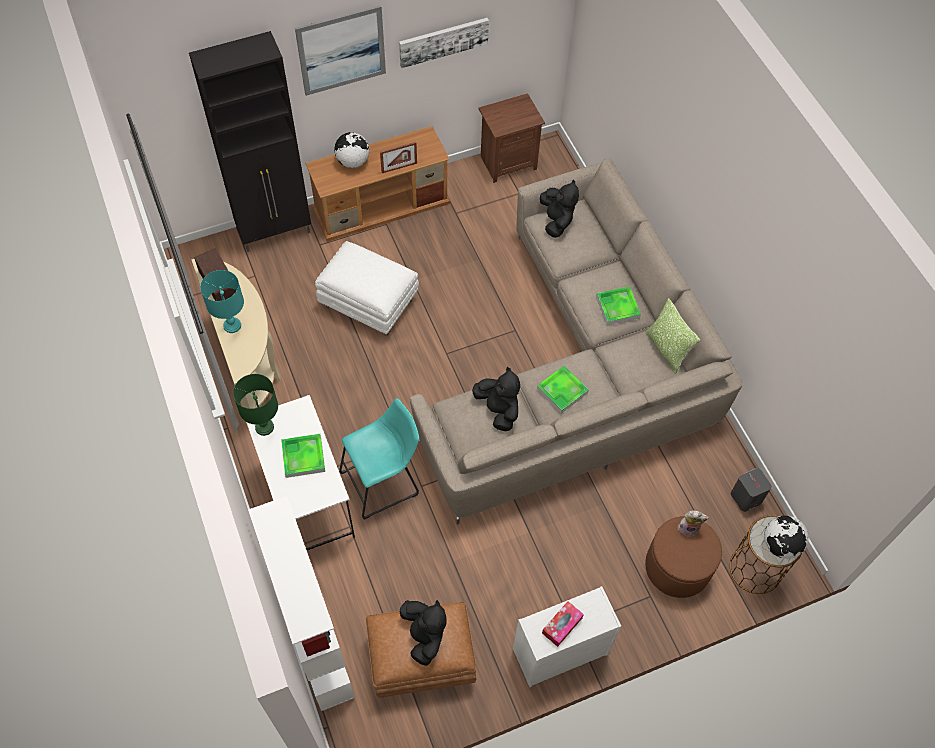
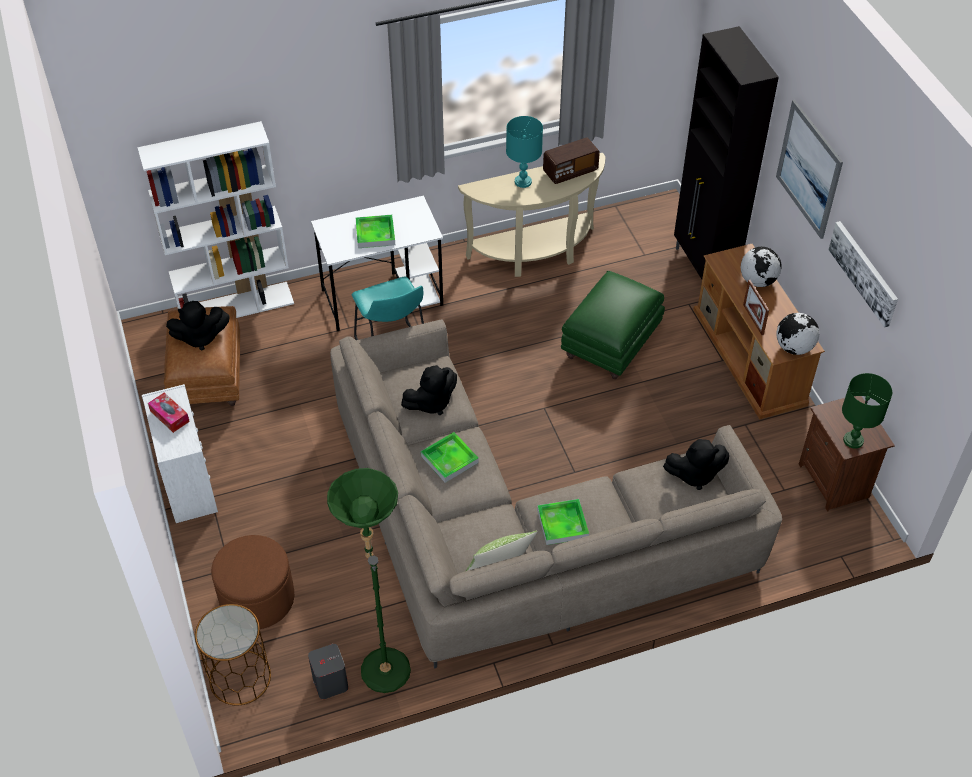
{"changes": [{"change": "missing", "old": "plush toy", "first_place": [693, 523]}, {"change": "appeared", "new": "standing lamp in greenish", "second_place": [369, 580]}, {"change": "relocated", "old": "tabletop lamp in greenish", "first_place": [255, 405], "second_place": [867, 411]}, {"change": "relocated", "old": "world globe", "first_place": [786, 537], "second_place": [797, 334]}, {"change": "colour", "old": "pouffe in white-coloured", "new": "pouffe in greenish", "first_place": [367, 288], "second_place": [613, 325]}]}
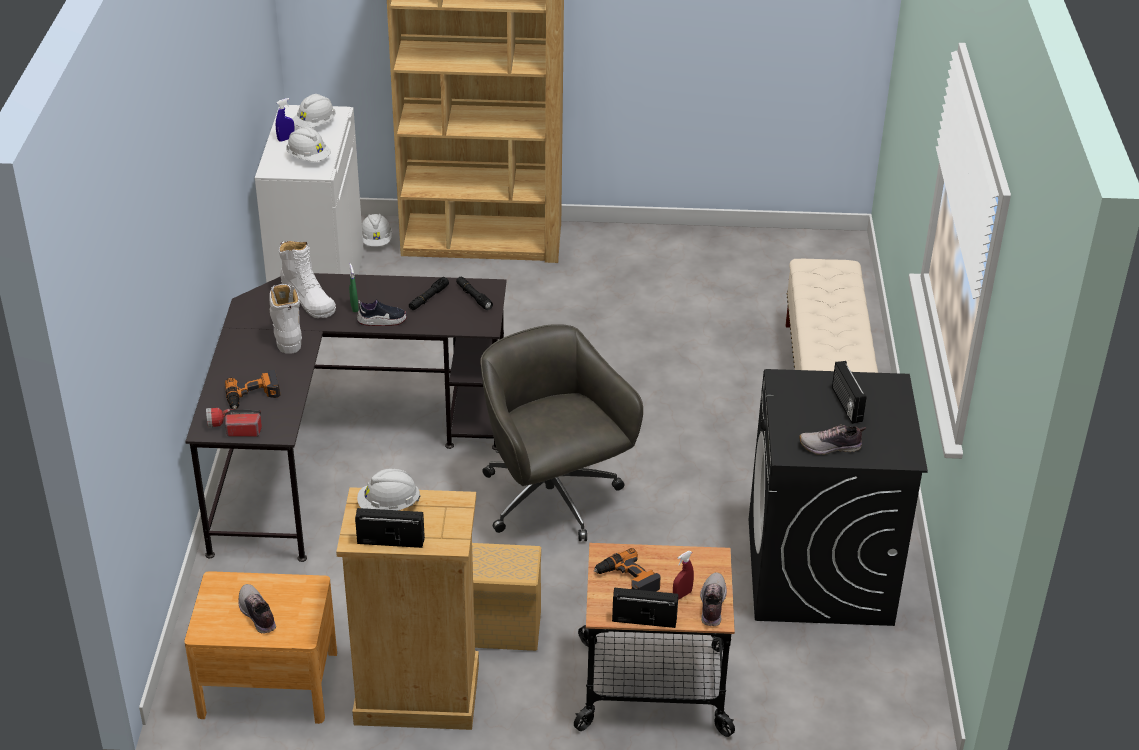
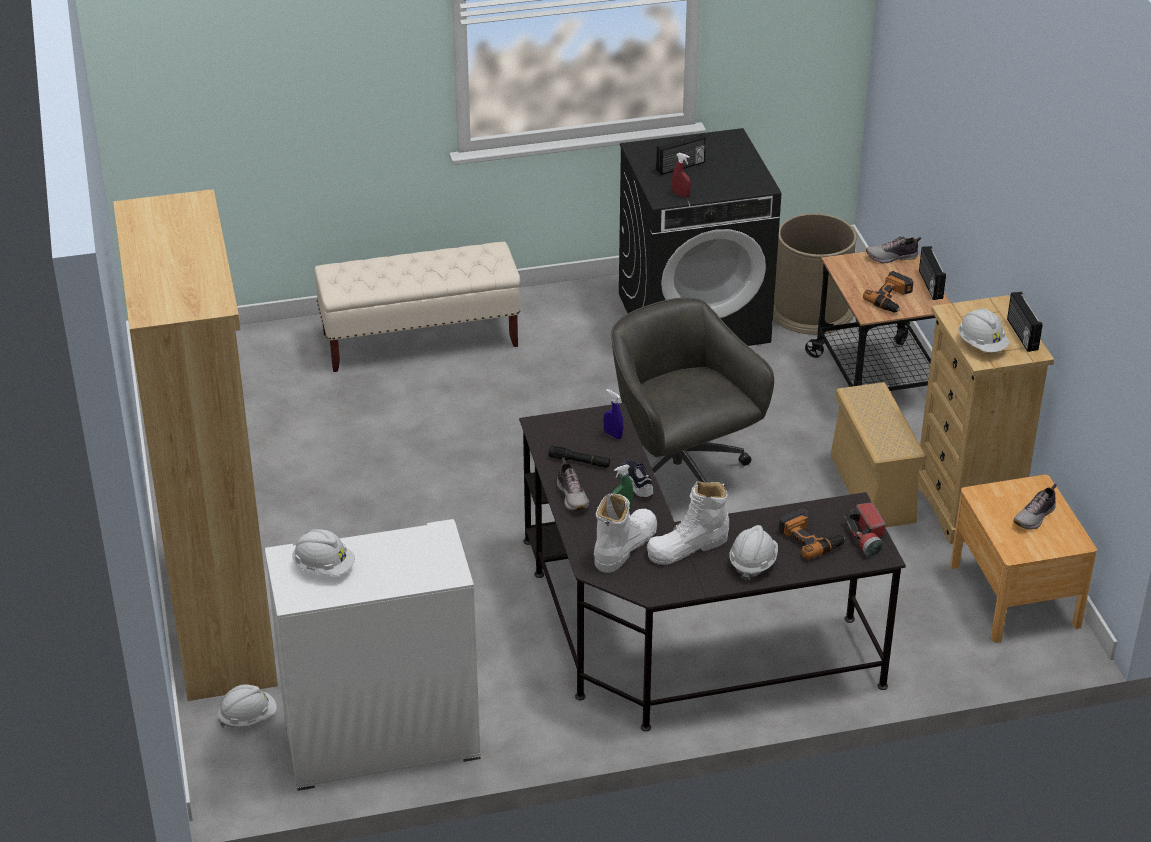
{"changes": [{"change": "missing", "old": "hand torch in black-coloured", "first_place": [474, 293]}, {"change": "appeared", "new": "waste bin in brown-coloured", "second_place": [815, 274]}, {"change": "relocated", "old": "sprayer in blue-coloured", "first_place": [285, 120], "second_place": [613, 414]}, {"change": "relocated", "old": "safety helmet in white-coloured", "first_place": [308, 144], "second_place": [753, 552]}, {"change": "relocated", "old": "sprayer in red-coloured", "first_place": [683, 575], "second_place": [681, 175]}, {"change": "relocated", "old": "low shoe", "first_place": [832, 439], "second_place": [573, 484]}, {"change": "spun", "old": "office chair in greyish", "first_place": [561, 432], "second_place": [692, 390], "degrees": 105}]}
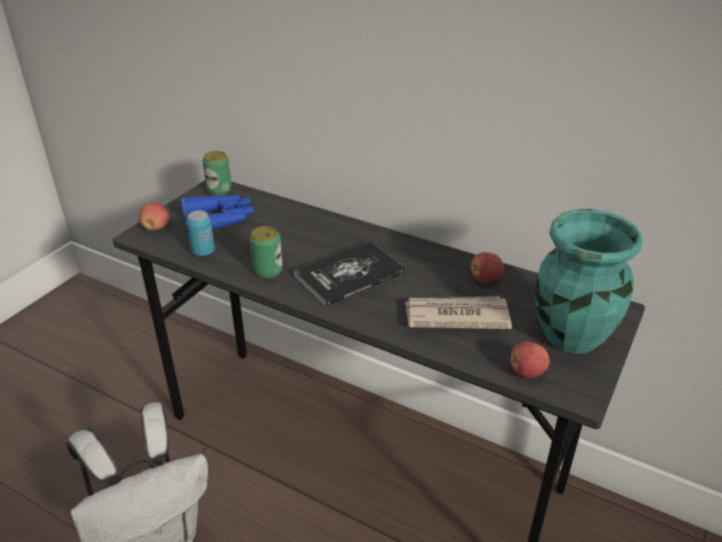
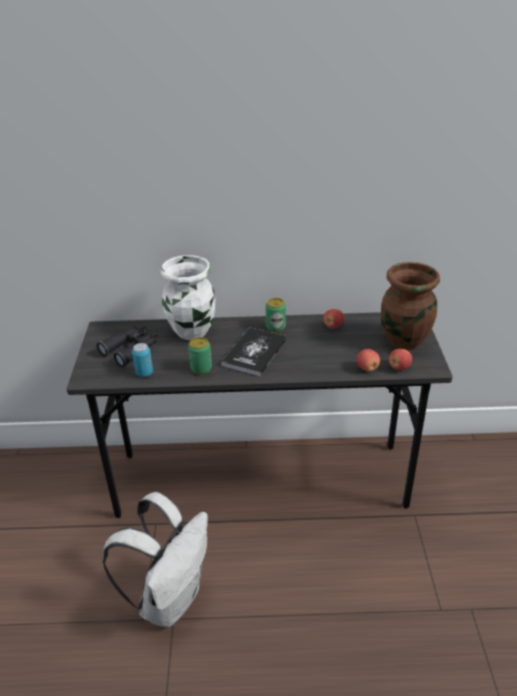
{"changes": [{"change": "missing", "old": "newspaper", "first_place": [458, 312]}, {"change": "appeared", "new": "flower vase in white-coloured", "second_place": [187, 297]}, {"change": "relocated", "old": "apple", "first_place": [154, 216], "second_place": [368, 360]}, {"change": "relocated", "old": "can", "first_place": [217, 173], "second_place": [276, 315]}, {"change": "colour", "old": "binoculars in blue-coloured", "new": "binoculars in black-coloured", "first_place": [217, 215], "second_place": [127, 346]}, {"change": "colour", "old": "flower vase in turquoise-coloured", "new": "flower vase in brown-coloured", "first_place": [588, 281], "second_place": [410, 306]}]}
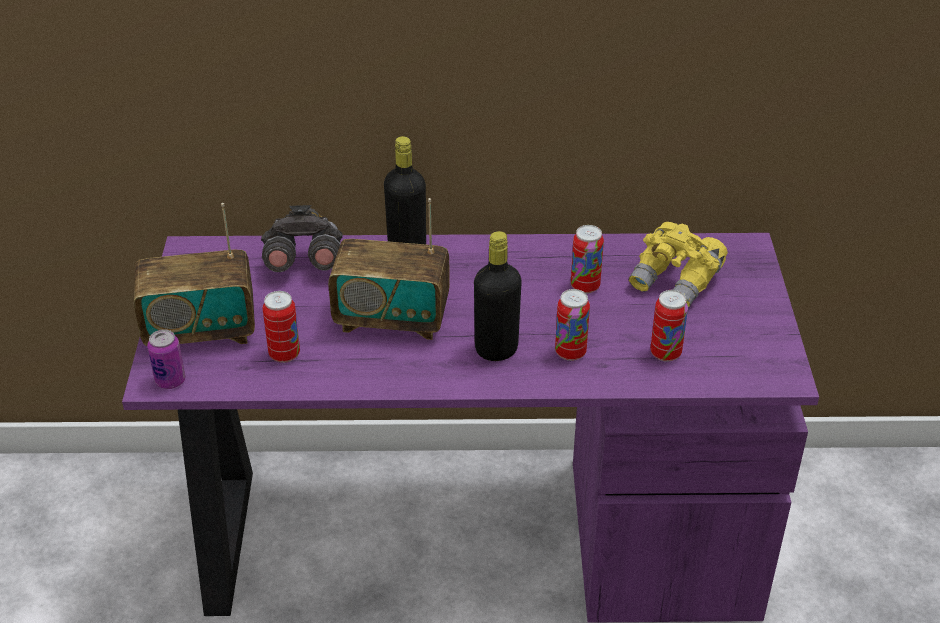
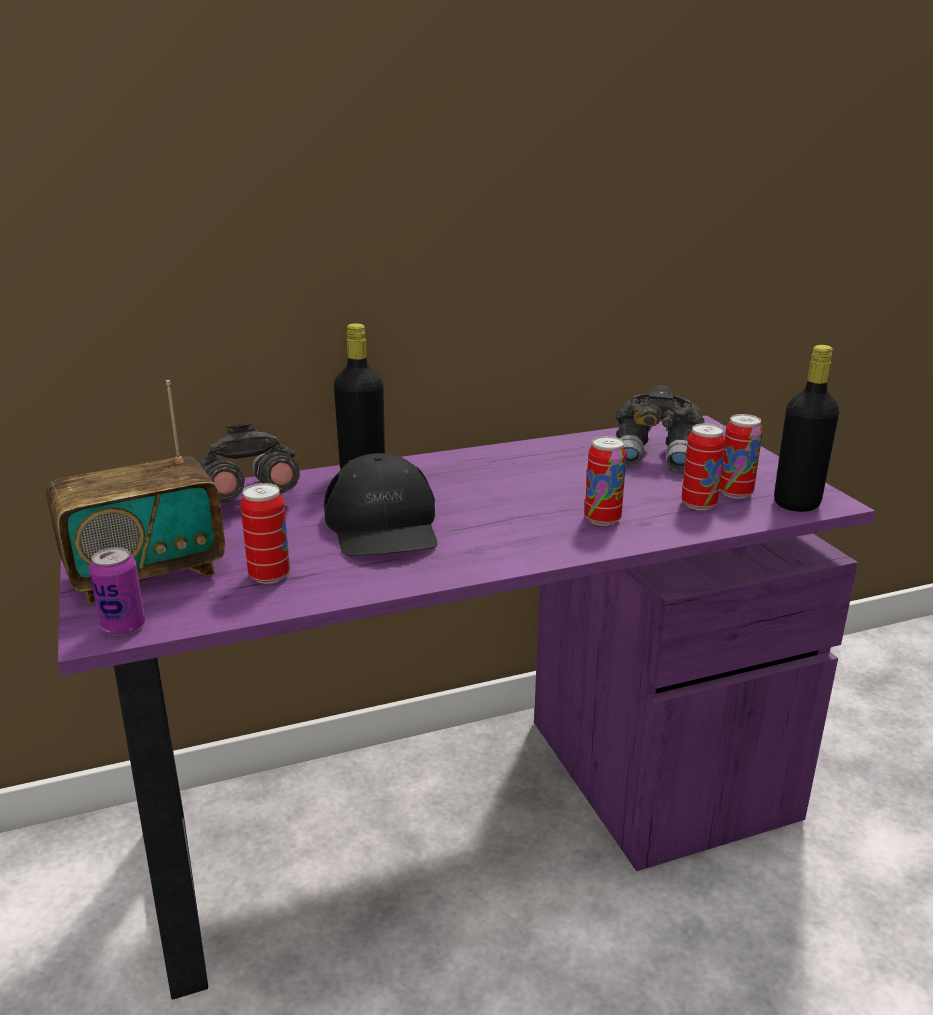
{"changes": [{"change": "relocated", "old": "drink bottle in black-coloured", "first_place": [498, 296], "second_place": [806, 428]}, {"change": "relocated", "old": "can", "first_place": [587, 259], "second_place": [741, 456]}, {"change": "exchanged", "old": "radio set", "new": "cap in black-coloured", "first_place": [389, 269], "second_place": [381, 504]}, {"change": "colour", "old": "binoculars in yellow", "new": "binoculars in greyish", "first_place": [678, 265], "second_place": [660, 428]}]}
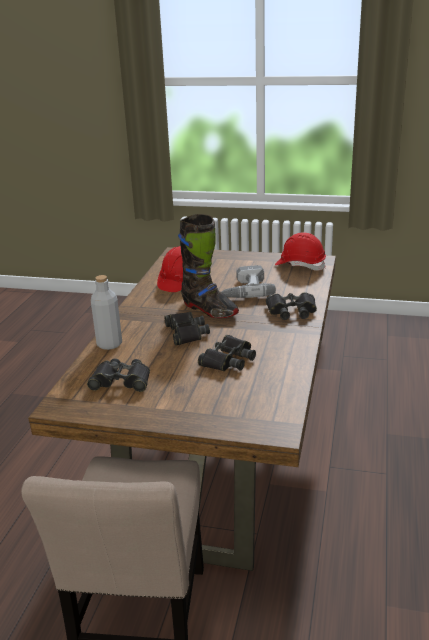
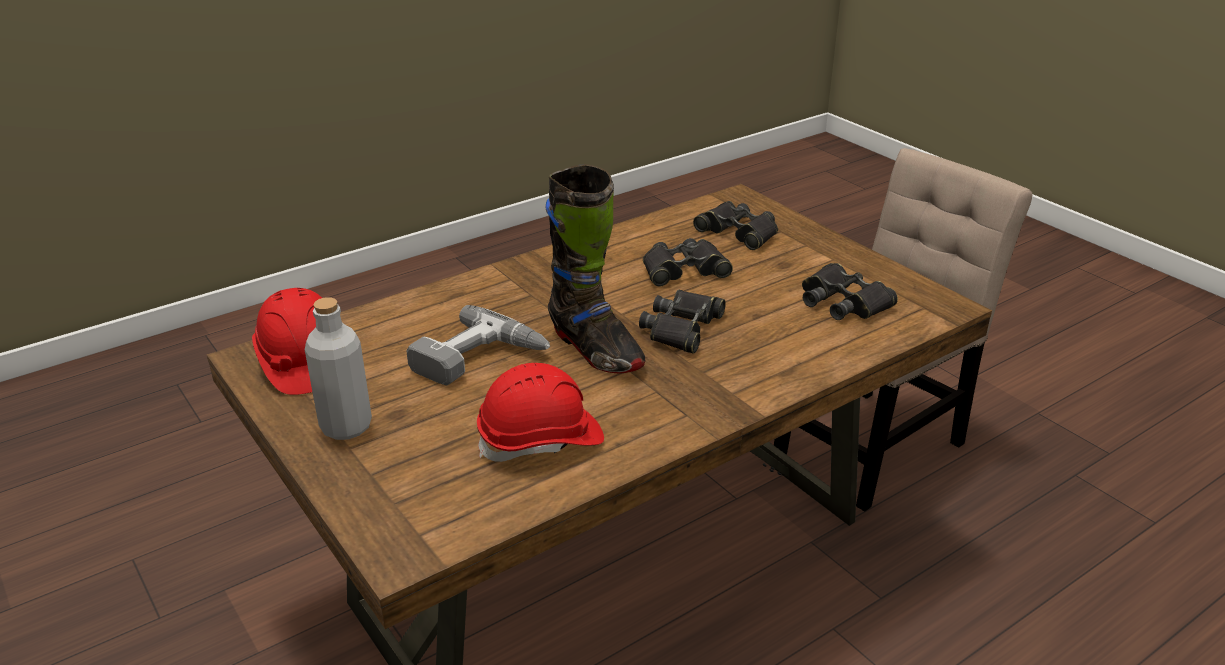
{"changes": [{"change": "relocated", "old": "drink bottle in greyish", "first_place": [106, 312], "second_place": [338, 368]}, {"change": "relocated", "old": "binoculars in black-coloured", "first_place": [291, 306], "second_place": [735, 225]}, {"change": "spun", "old": "high-top boot in black-coloured", "first_place": [208, 266], "second_place": [595, 269], "degrees": 150}]}
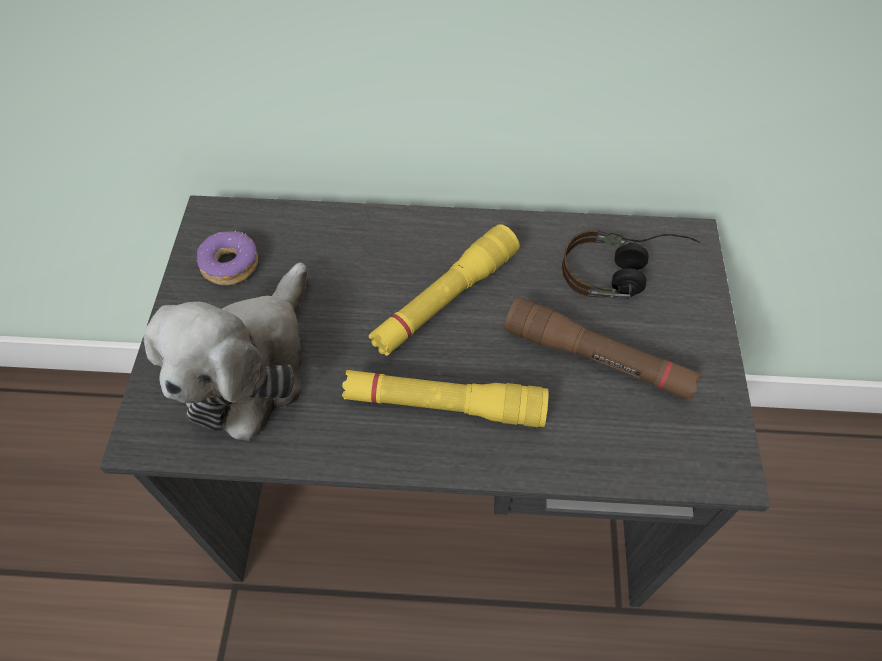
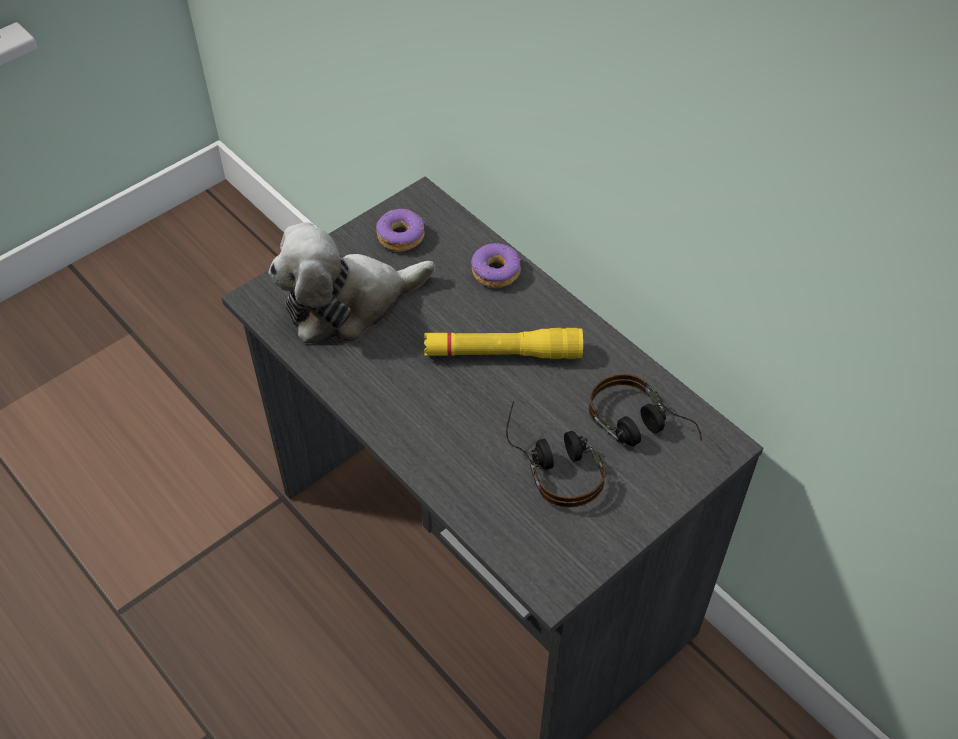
{"changes": [{"change": "missing", "old": "hand torch in yellow", "first_place": [445, 398]}, {"change": "appeared", "new": "ring doughnut", "second_place": [496, 265]}, {"change": "exchanged", "old": "hand torch in brown-coloured", "new": "pair of headphones", "first_place": [603, 348], "second_place": [556, 454]}]}
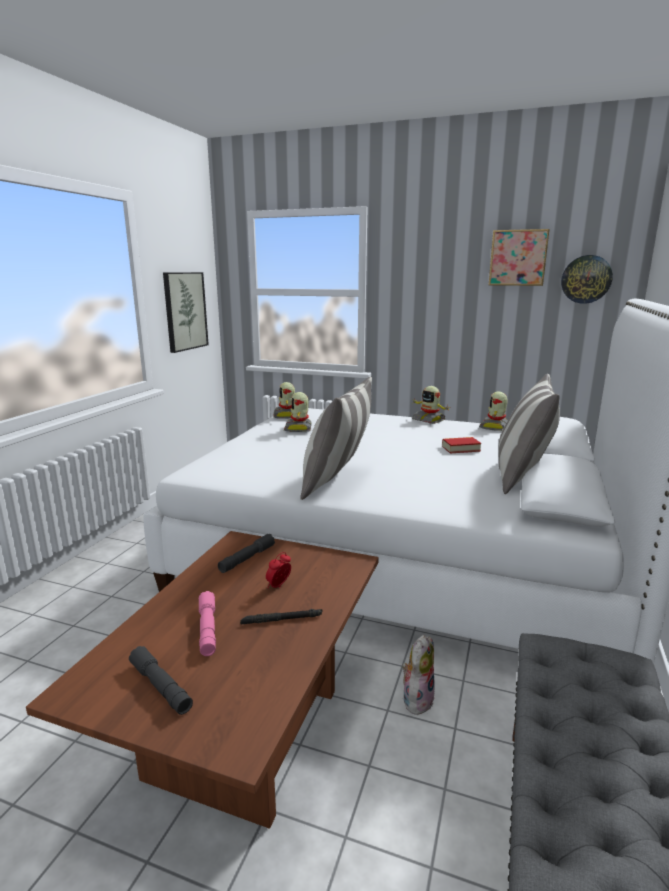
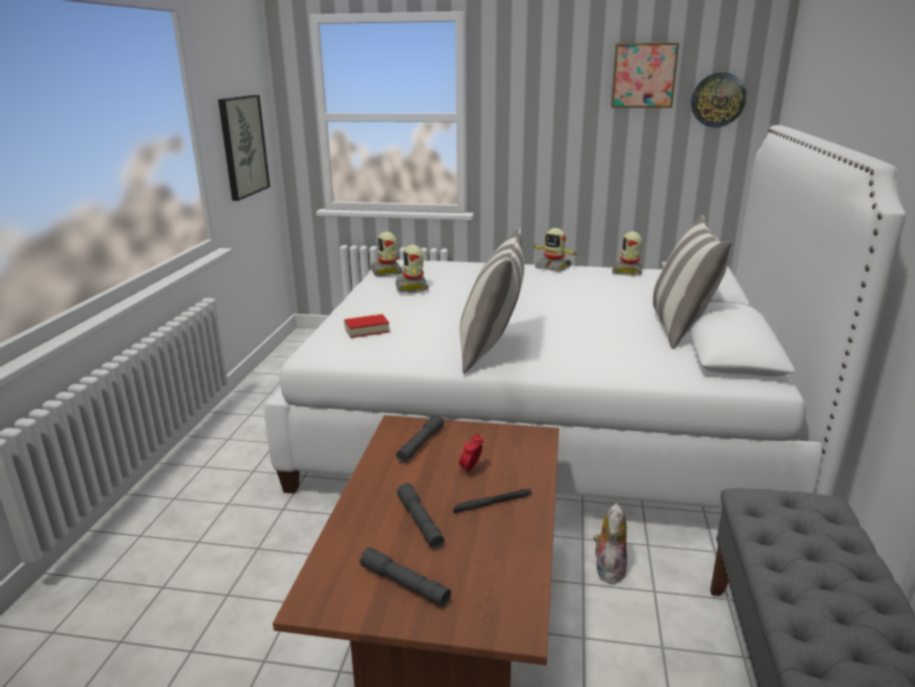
{"changes": [{"change": "relocated", "old": "bound book", "first_place": [461, 445], "second_place": [367, 326]}, {"change": "colour", "old": "hand torch in pink", "new": "hand torch in greyish", "first_place": [207, 623], "second_place": [420, 516]}]}
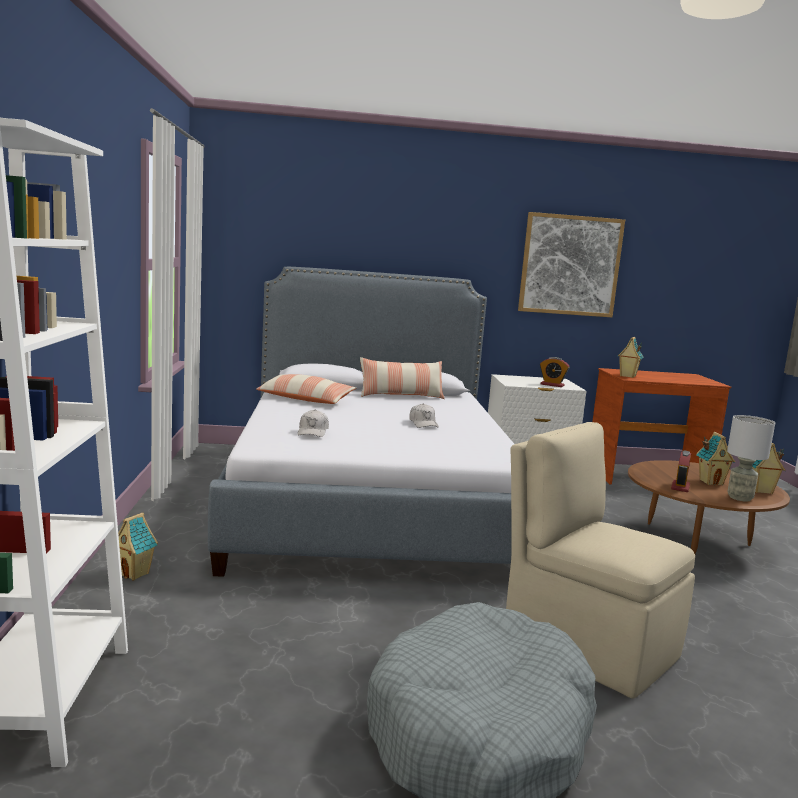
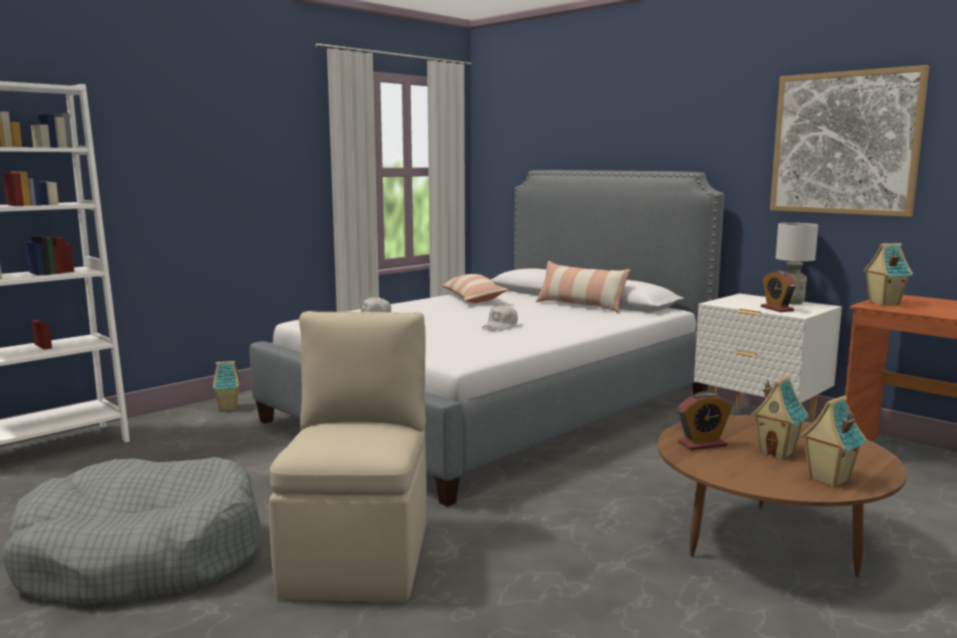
{"changes": [{"change": "relocated", "old": "tabletop lamp in greyish", "first_place": [751, 458], "second_place": [797, 264]}]}
